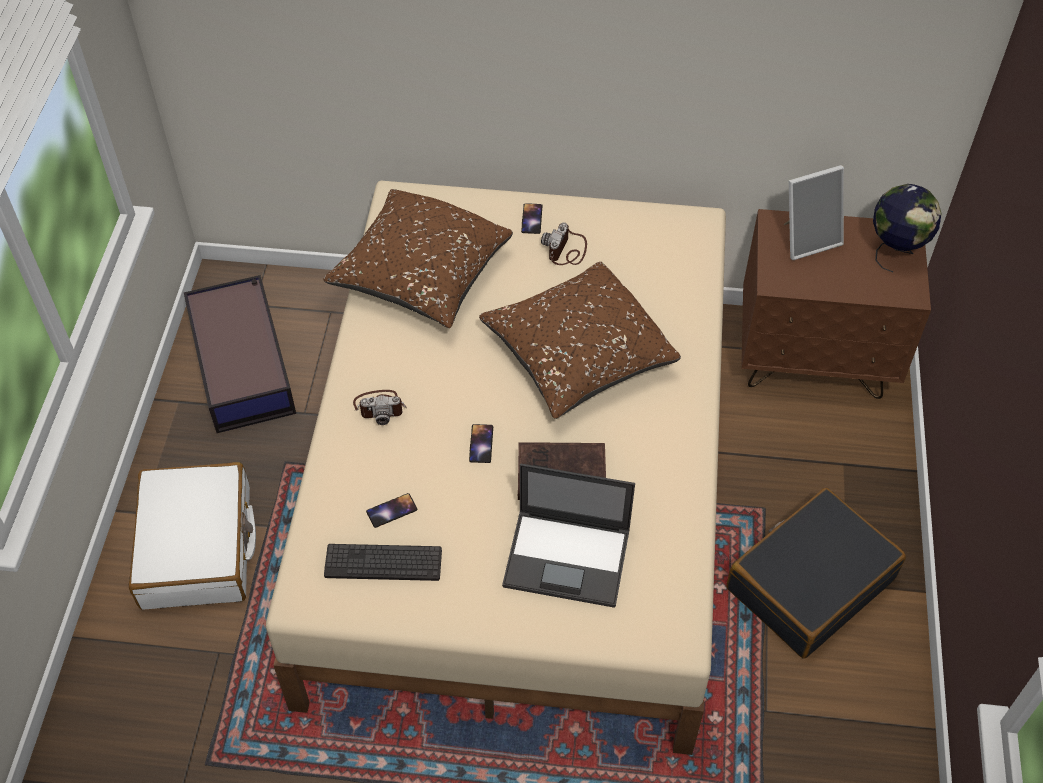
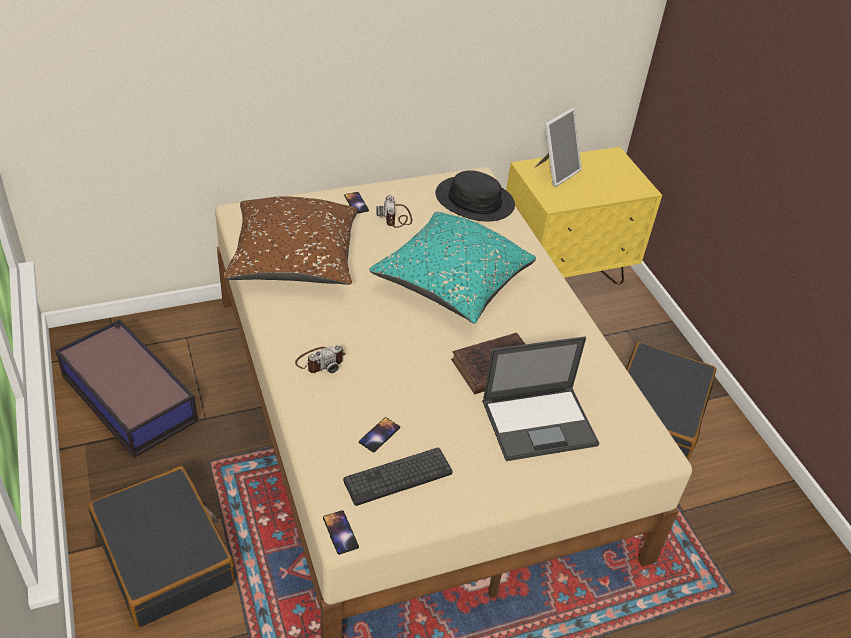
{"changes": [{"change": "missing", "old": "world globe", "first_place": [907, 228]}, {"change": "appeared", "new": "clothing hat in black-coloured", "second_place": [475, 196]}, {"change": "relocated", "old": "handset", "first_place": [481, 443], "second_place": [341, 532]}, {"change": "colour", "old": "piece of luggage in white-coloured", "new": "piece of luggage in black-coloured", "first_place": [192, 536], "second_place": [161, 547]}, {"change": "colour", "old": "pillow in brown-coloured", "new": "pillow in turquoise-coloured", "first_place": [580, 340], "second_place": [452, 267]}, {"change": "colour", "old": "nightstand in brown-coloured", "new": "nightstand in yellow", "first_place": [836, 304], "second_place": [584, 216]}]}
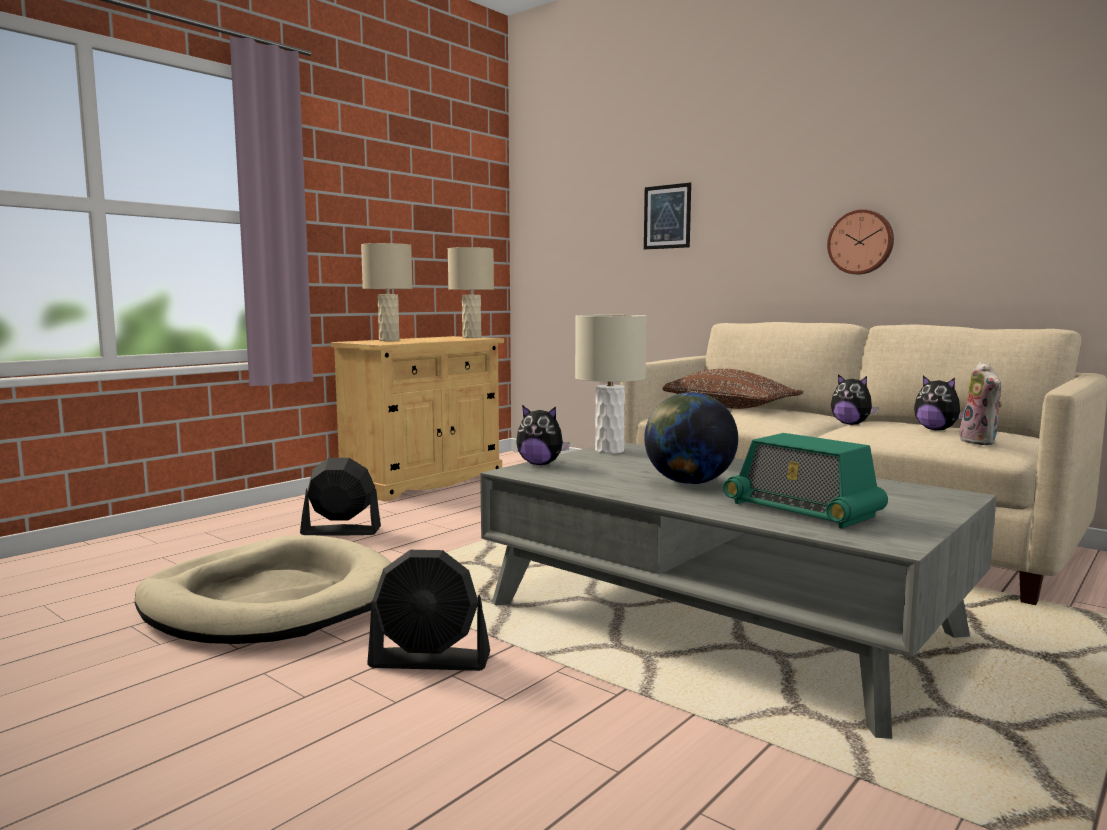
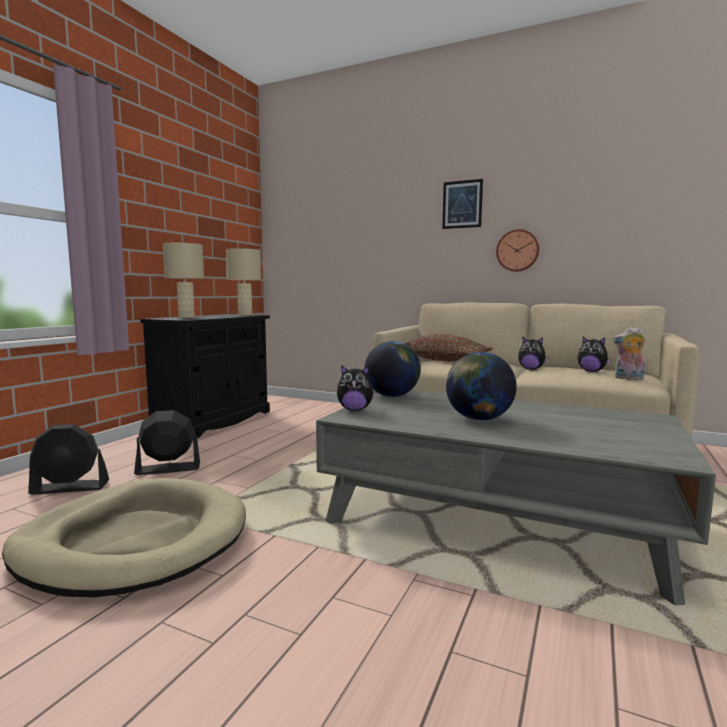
{"changes": [{"change": "missing", "old": "radio set", "first_place": [805, 481]}, {"change": "relocated", "old": "cooling fan in black-coloured", "first_place": [428, 610], "second_place": [68, 459]}, {"change": "relocated", "old": "wall art", "first_place": [667, 216], "second_place": [462, 204]}, {"change": "exchanged", "old": "tabletop lamp in beige-coloured", "new": "world globe", "first_place": [611, 384], "second_place": [393, 369]}, {"change": "colour", "old": "cabinet in beige-coloured", "new": "cabinet in black-coloured", "first_place": [417, 418], "second_place": [205, 376]}, {"change": "spun", "old": "plush toy", "first_place": [980, 403], "second_place": [629, 353], "degrees": 120}]}
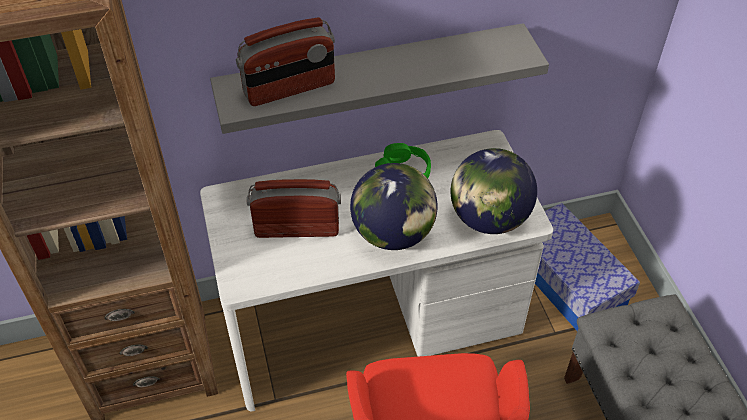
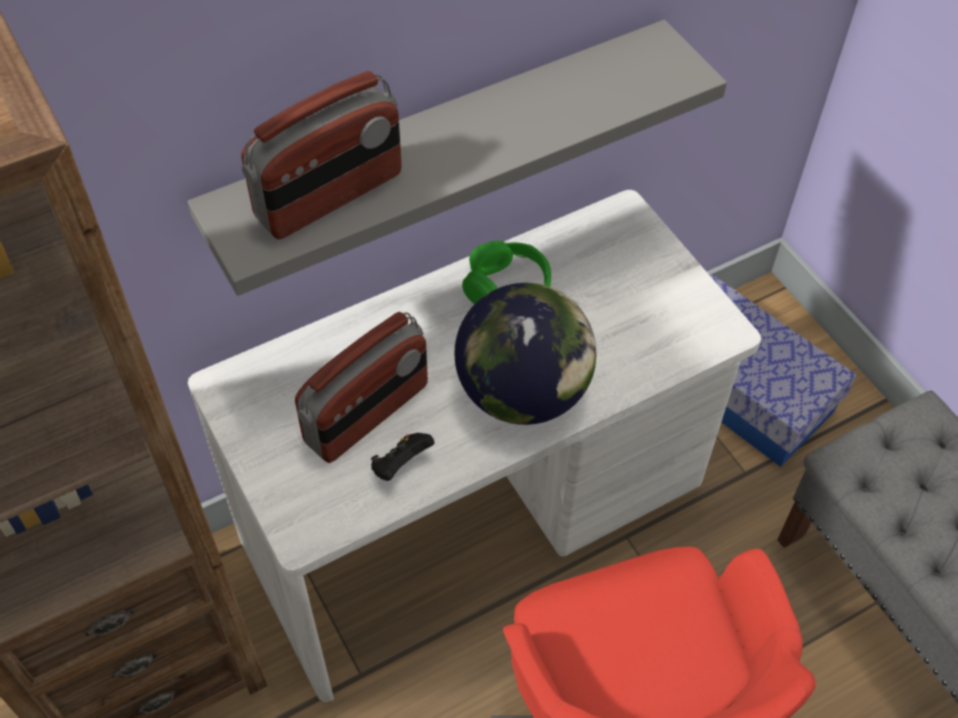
{"changes": [{"change": "missing", "old": "world globe", "first_place": [494, 191]}, {"change": "appeared", "new": "gamepad in black-coloured", "second_place": [403, 457]}, {"change": "spun", "old": "radio set", "first_place": [294, 208], "second_place": [361, 387], "degrees": 150}]}
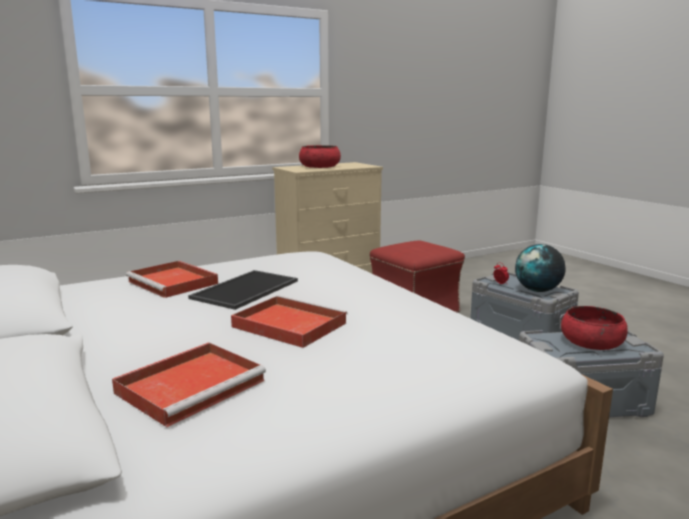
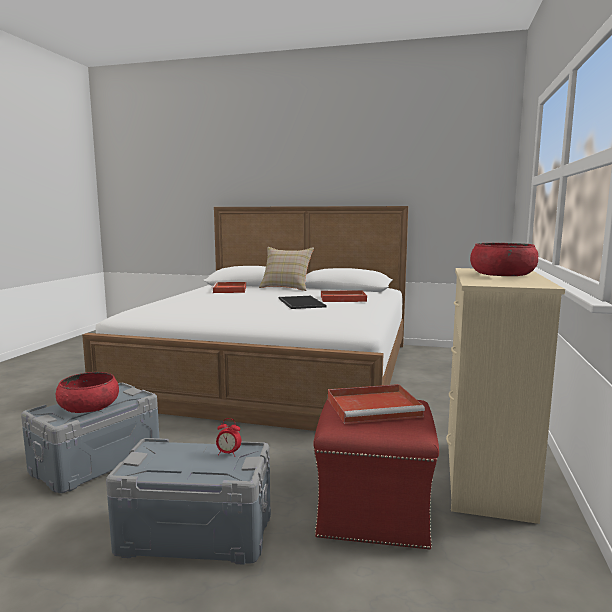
{"changes": [{"change": "missing", "old": "world globe", "first_place": [540, 268]}, {"change": "appeared", "new": "pillow in beige-coloured", "second_place": [286, 269]}, {"change": "relocated", "old": "tray in red-coloured", "first_place": [289, 321], "second_place": [376, 404]}]}
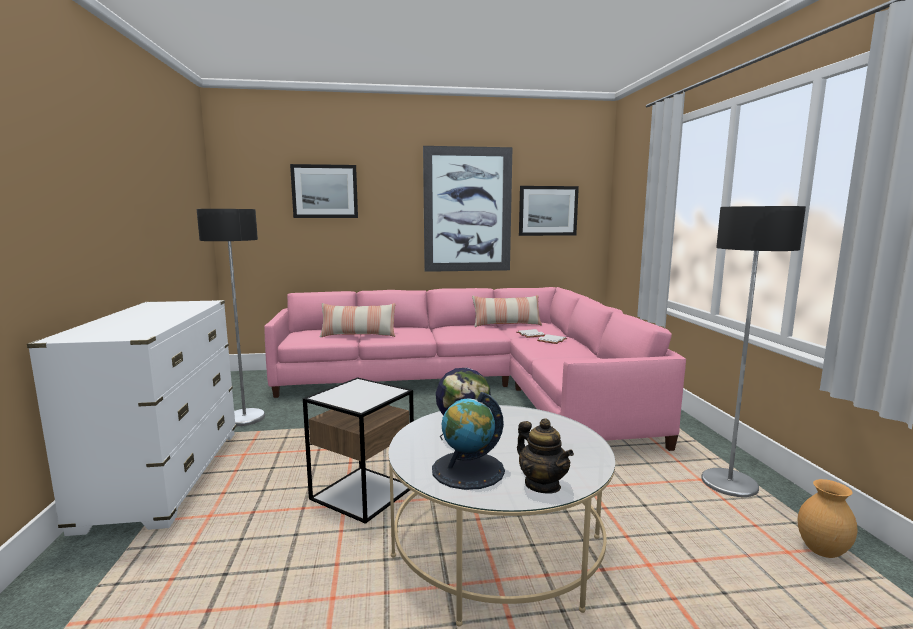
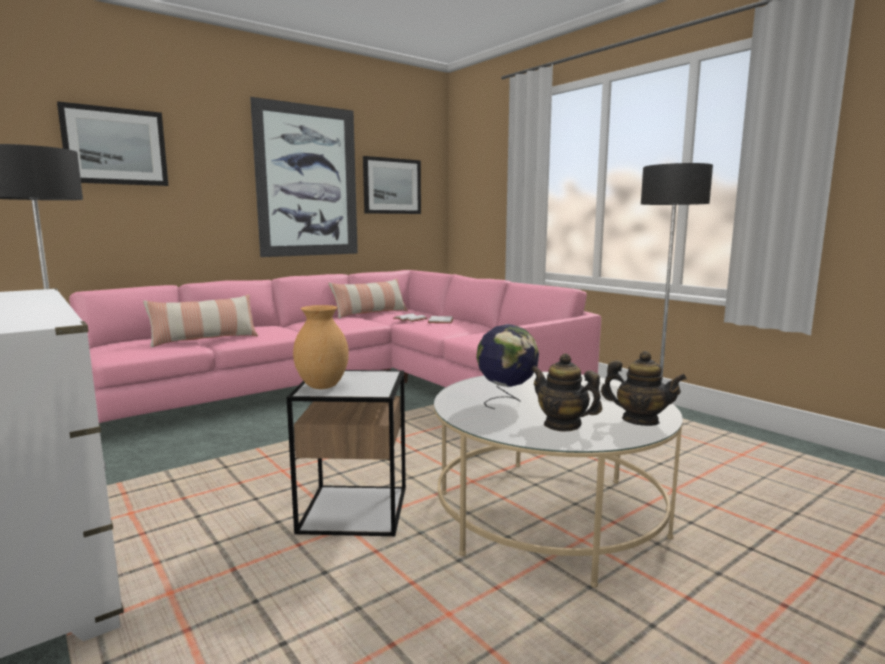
{"changes": [{"change": "relocated", "old": "flower vase in brown-coloured", "first_place": [827, 518], "second_place": [321, 347]}, {"change": "exchanged", "old": "world globe", "new": "pot for tea", "first_place": [468, 441], "second_place": [566, 392]}]}
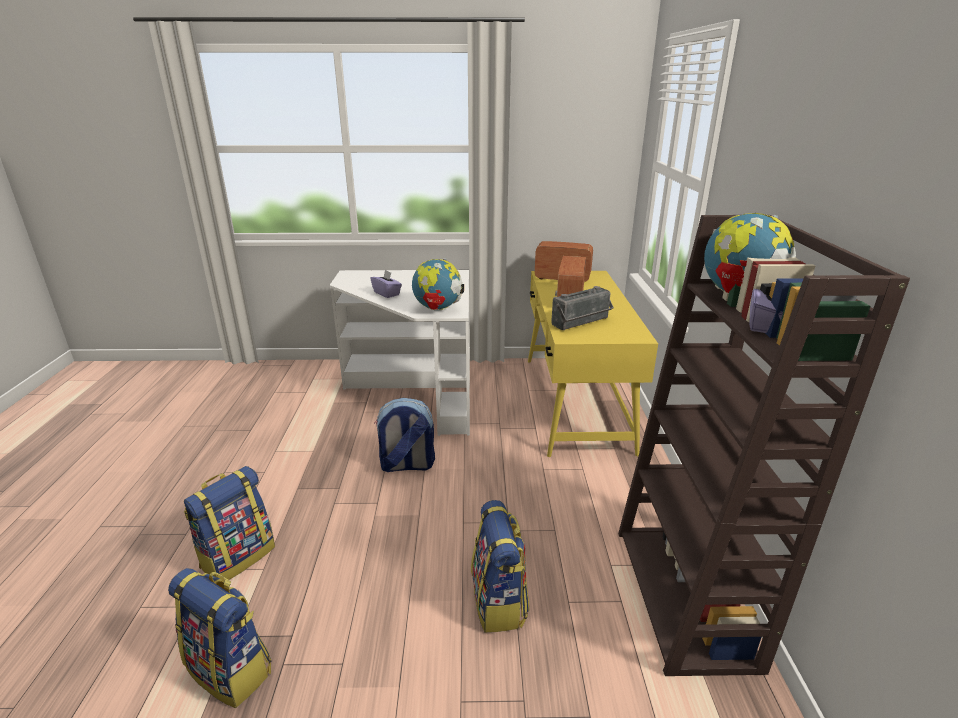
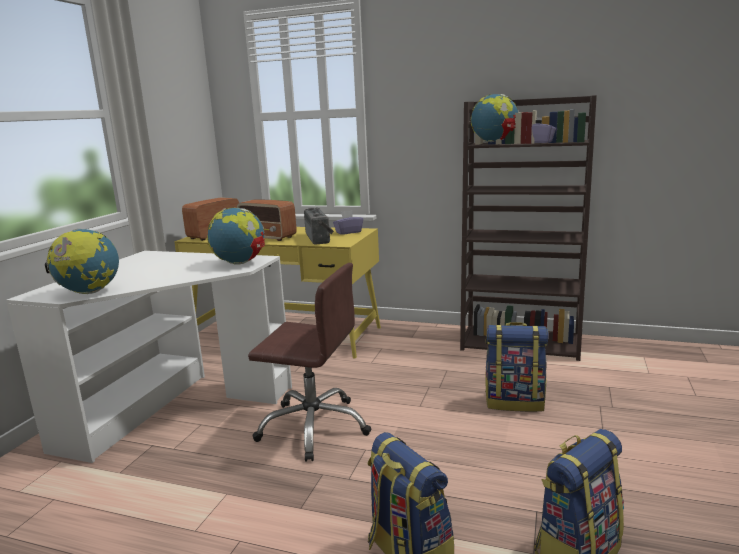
{"changes": [{"change": "appeared", "new": "world globe", "second_place": [82, 261]}, {"change": "relocated", "old": "box of tissues in purplish", "first_place": [386, 284], "second_place": [348, 222]}, {"change": "exchanged", "old": "rucksack", "new": "office chair in brown-coloured", "first_place": [404, 435], "second_place": [309, 362]}]}
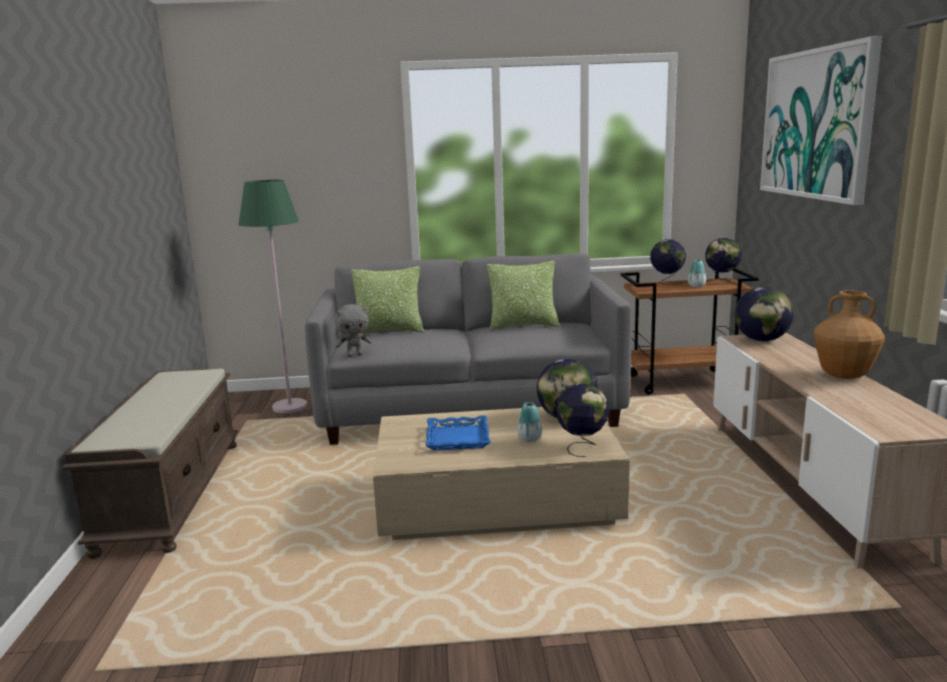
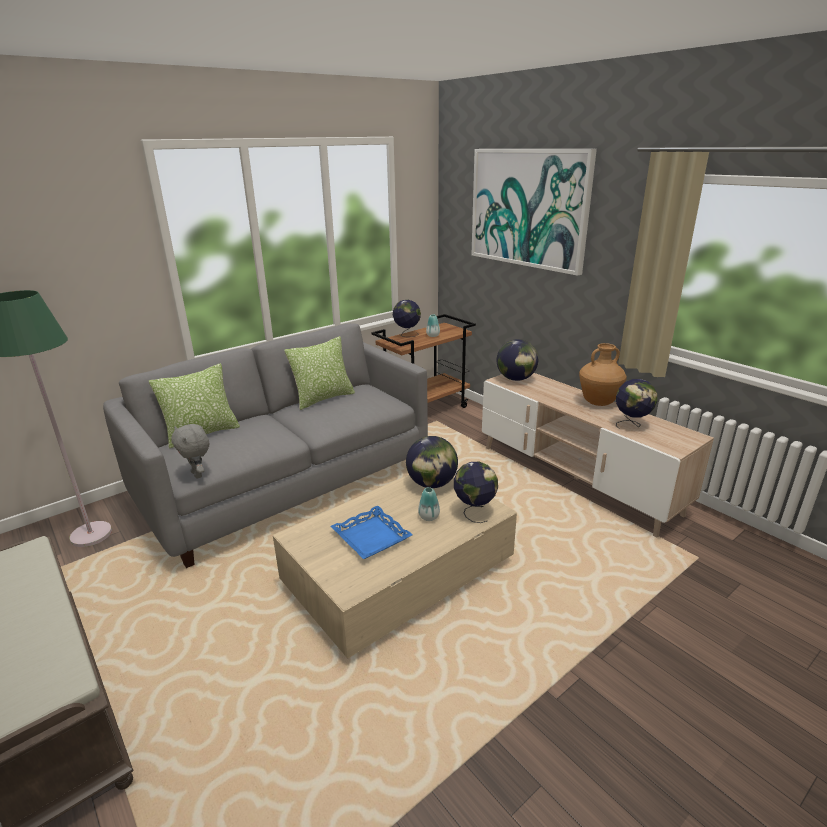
{"changes": [{"change": "relocated", "old": "world globe", "first_place": [724, 260], "second_place": [636, 404]}, {"change": "spun", "old": "plush toy in greyish", "first_place": [353, 330], "second_place": [190, 451], "degrees": 105}]}
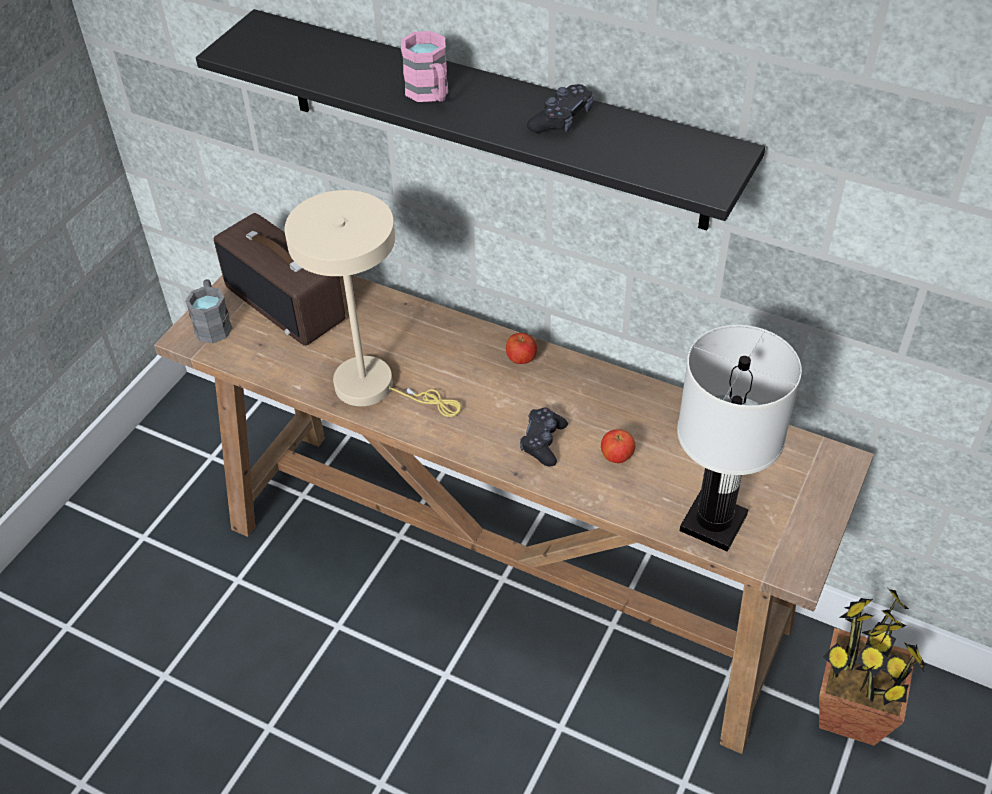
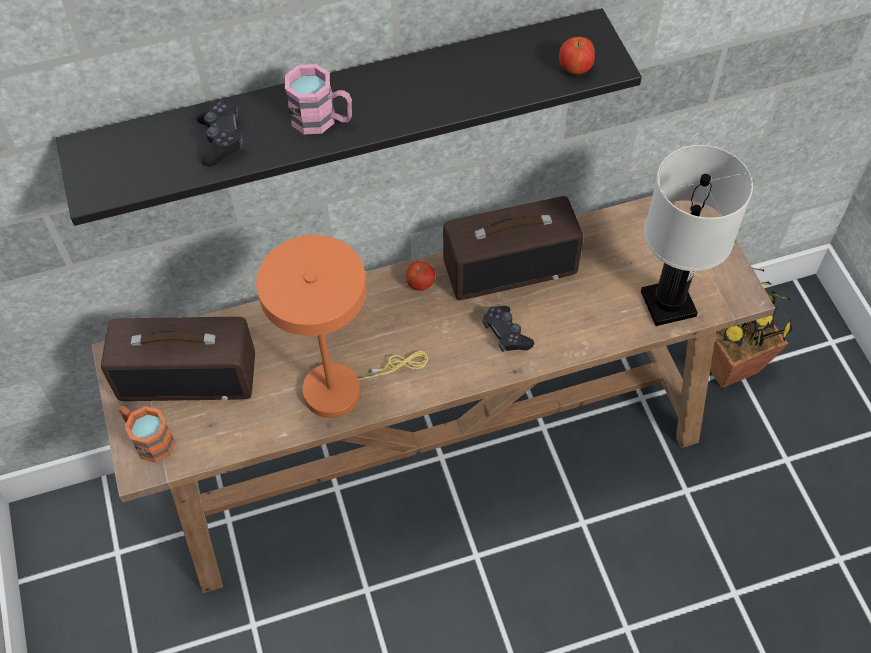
{"changes": [{"change": "appeared", "new": "radio set", "second_place": [513, 248]}, {"change": "relocated", "old": "gamepad in black-coloured", "first_place": [560, 108], "second_place": [219, 133]}, {"change": "relocated", "old": "apple", "first_place": [618, 446], "second_place": [577, 56]}, {"change": "colour", "old": "coffee mug in greyish", "new": "coffee mug in orangey", "first_place": [208, 311], "second_place": [147, 434]}, {"change": "colour", "old": "tabletop lamp in beige-coloured", "new": "tabletop lamp in orangey", "first_place": [373, 303], "second_place": [342, 326]}]}
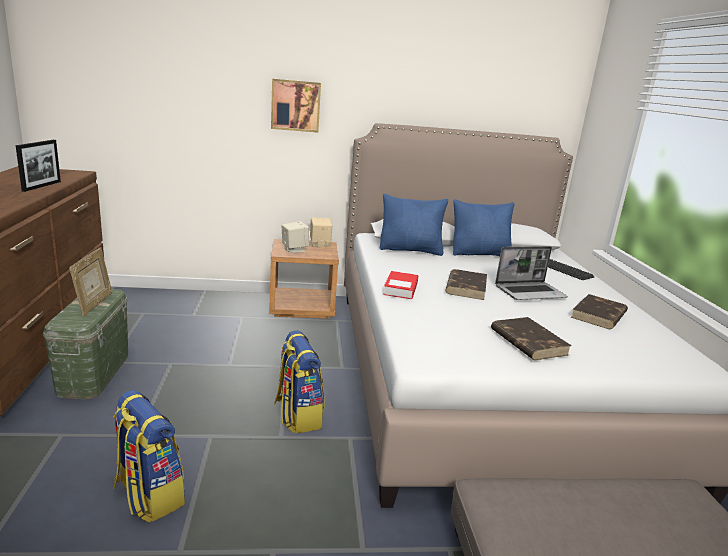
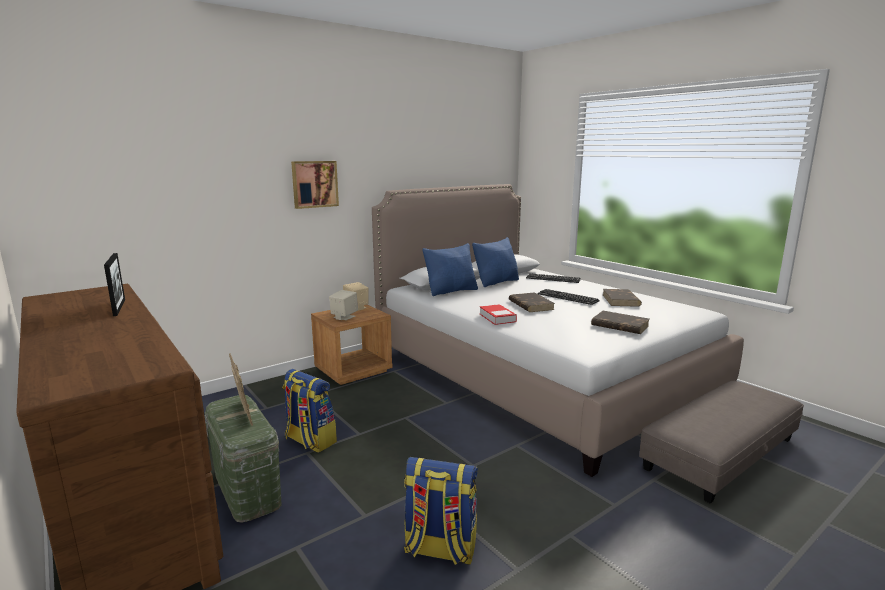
{"changes": [{"change": "relocated", "old": "rucksack", "first_place": [299, 382], "second_place": [310, 411]}, {"change": "exchanged", "old": "notebook computer", "new": "keyboard", "first_place": [531, 273], "second_place": [568, 297]}]}
